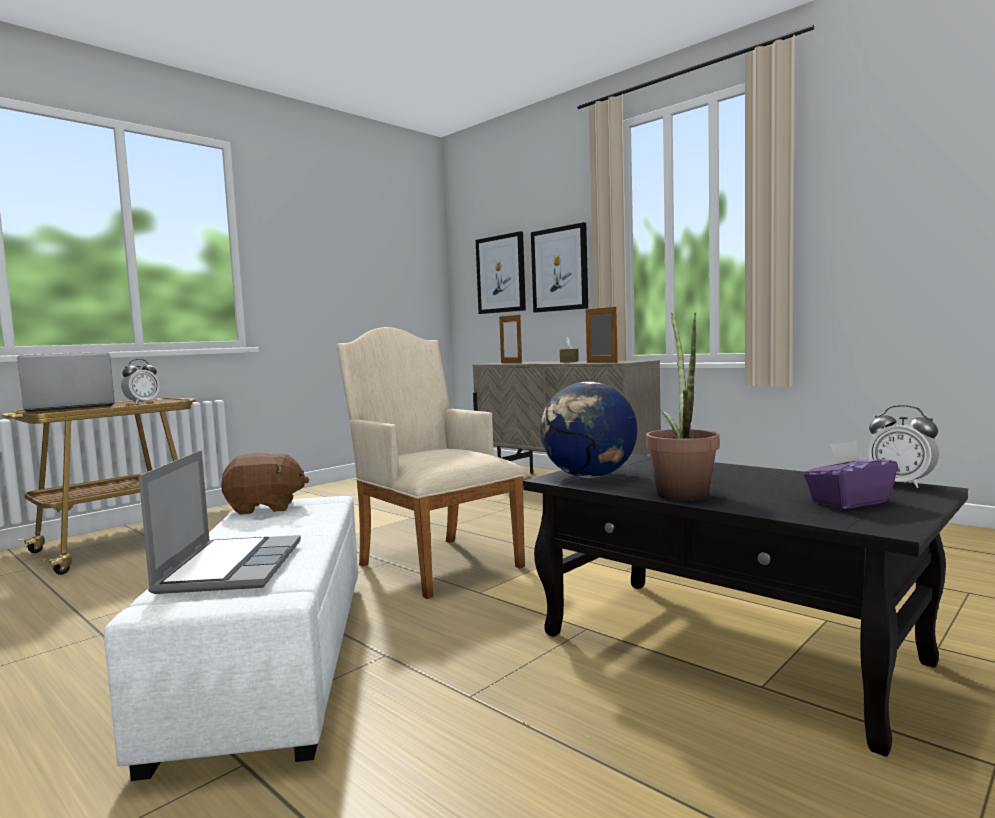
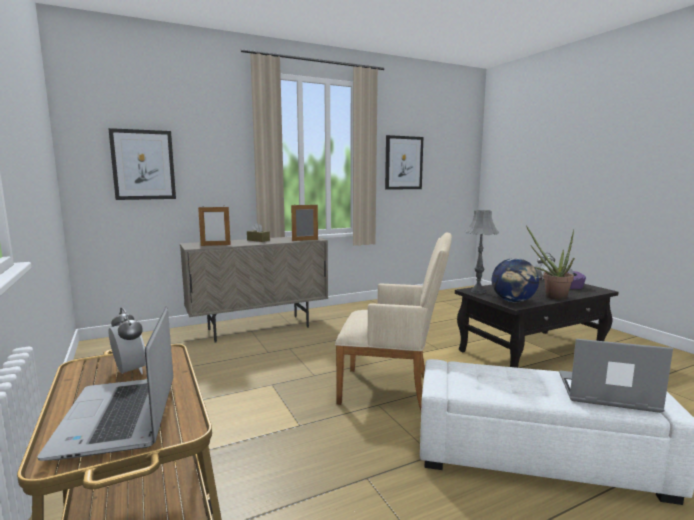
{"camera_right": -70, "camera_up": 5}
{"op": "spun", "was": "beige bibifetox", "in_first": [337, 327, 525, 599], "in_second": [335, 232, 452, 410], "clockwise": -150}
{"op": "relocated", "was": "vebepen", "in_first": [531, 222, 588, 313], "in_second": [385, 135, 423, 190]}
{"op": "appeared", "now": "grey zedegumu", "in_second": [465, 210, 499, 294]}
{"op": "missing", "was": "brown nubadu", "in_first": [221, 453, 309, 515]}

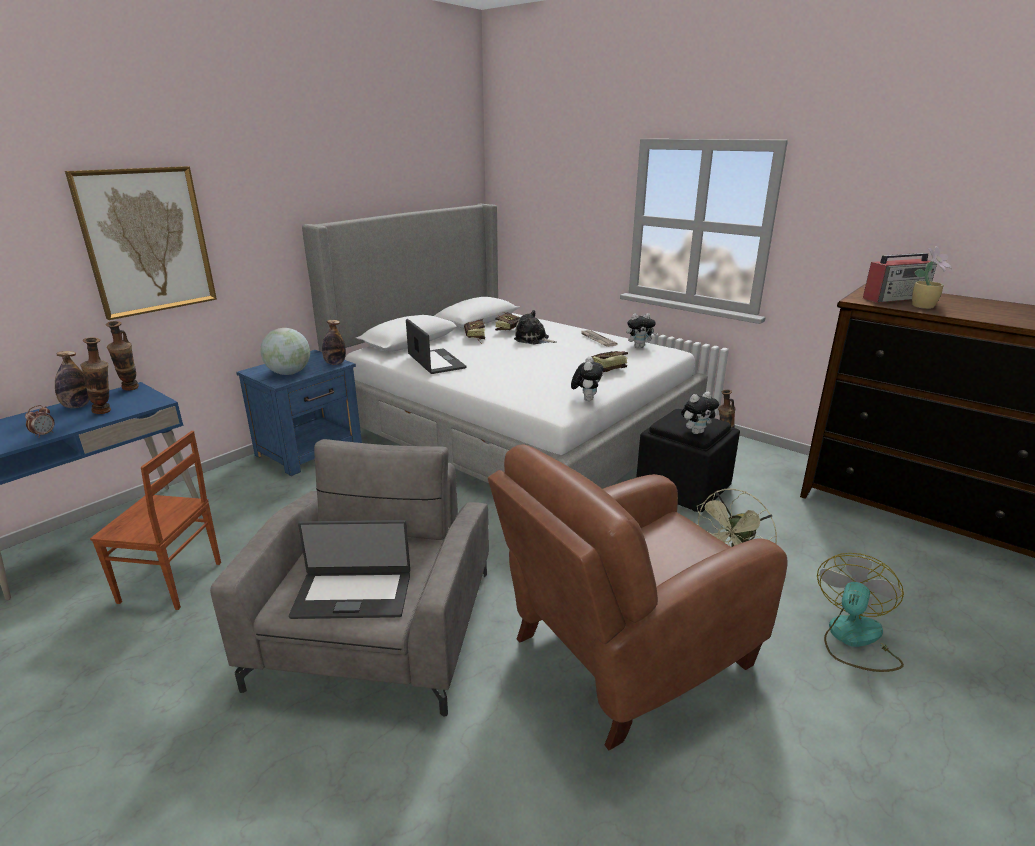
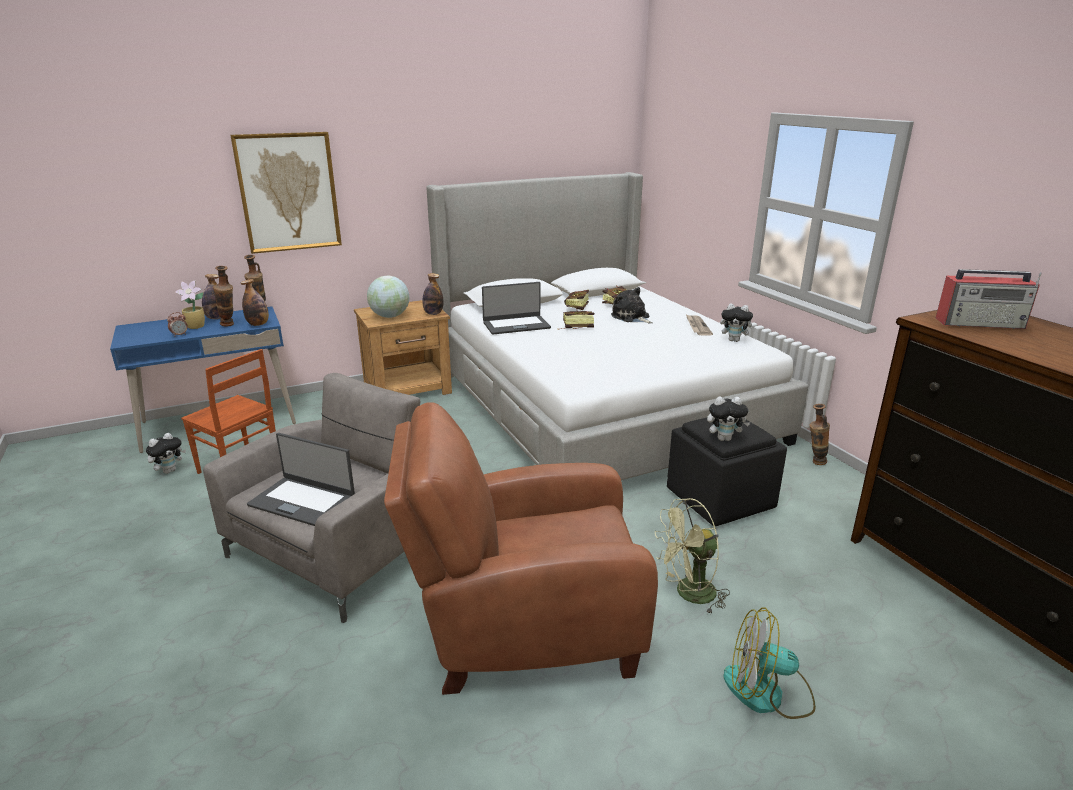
{"camera_right": 25, "camera_up": 0}
{"op": "relocated", "was": "nubadu", "in_first": [571, 357, 604, 401], "in_second": [146, 433, 186, 474]}
{"op": "relocated", "was": "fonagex", "in_first": [912, 246, 952, 309], "in_second": [175, 281, 205, 329]}
{"op": "appeared", "now": "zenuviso", "in_second": [241, 279, 269, 326]}
{"op": "colour", "was": "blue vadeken", "now": "brown vadeken", "in_first": [236, 350, 362, 476], "in_second": [354, 300, 452, 395]}
{"op": "spun", "was": "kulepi", "in_first": [406, 319, 467, 374], "in_second": [482, 282, 551, 334], "clockwise": 75}
{"op": "relocated", "was": "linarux", "in_first": [591, 351, 628, 372], "in_second": [557, 311, 594, 330]}
{"op": "spun", "was": "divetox", "in_first": [817, 553, 904, 672], "in_second": [723, 608, 816, 719], "clockwise": -135}

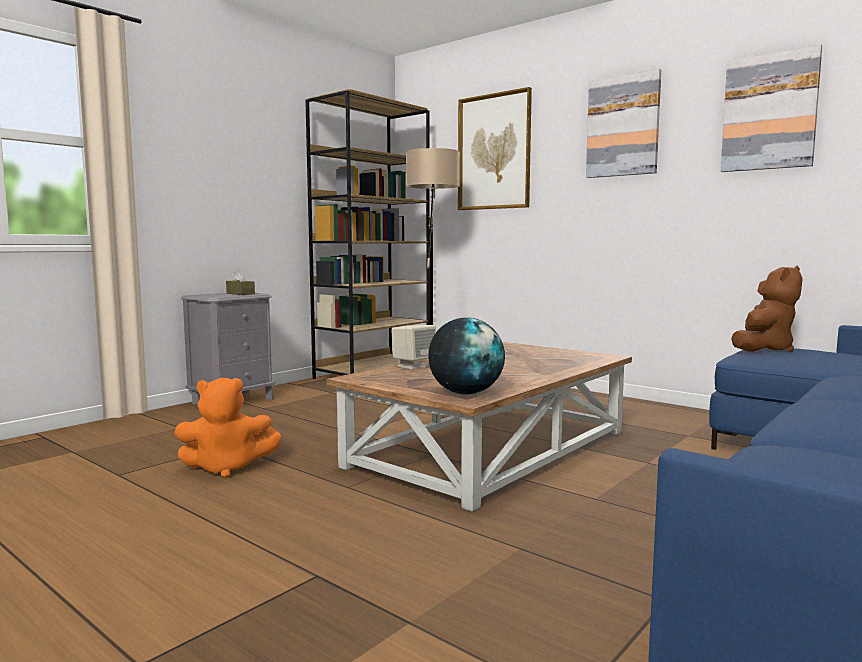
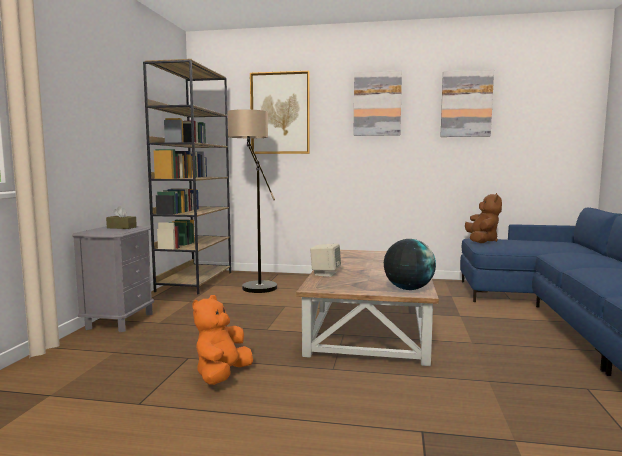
{"camera_right": -30, "camera_up": 0}
{"op": "spun", "was": "orange nubadu", "in_first": [174, 378, 281, 478], "in_second": [192, 295, 253, 385], "clockwise": 150}

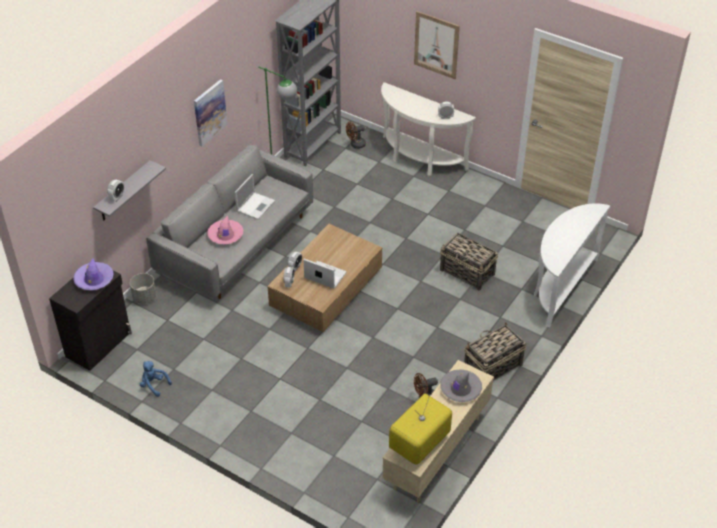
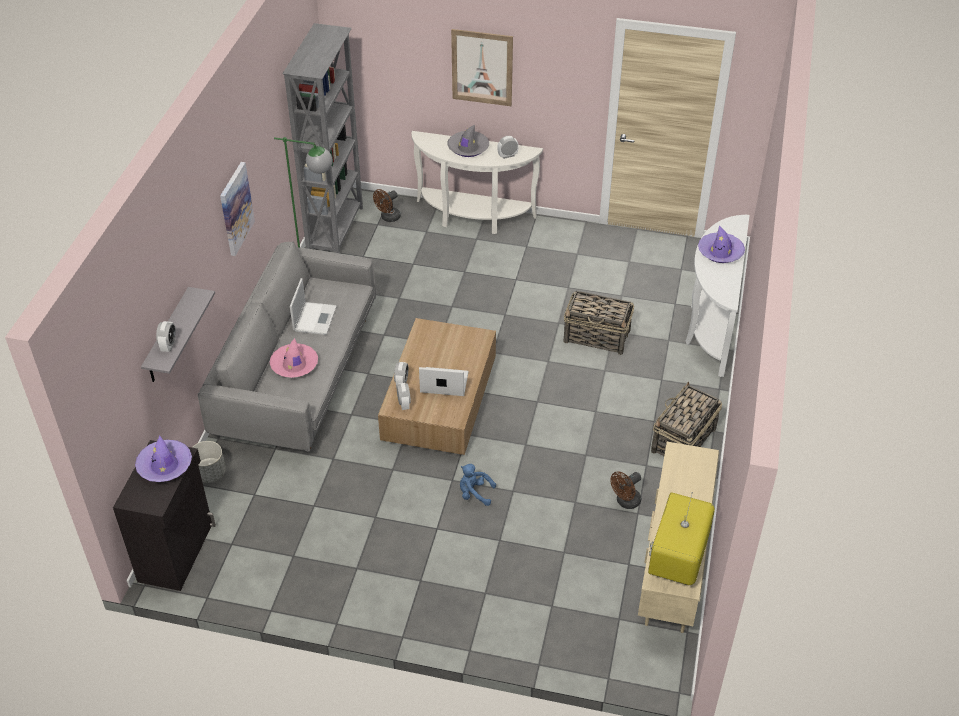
{"camera_right": -20, "camera_up": 0}
{"op": "relocated", "was": "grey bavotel", "in_first": [440, 369, 482, 402], "in_second": [447, 125, 489, 157]}
{"op": "relocated", "was": "blue nubadu", "in_first": [140, 361, 172, 397], "in_second": [460, 464, 496, 506]}
{"op": "appeared", "now": "purple bavotel", "in_second": [698, 226, 745, 263]}

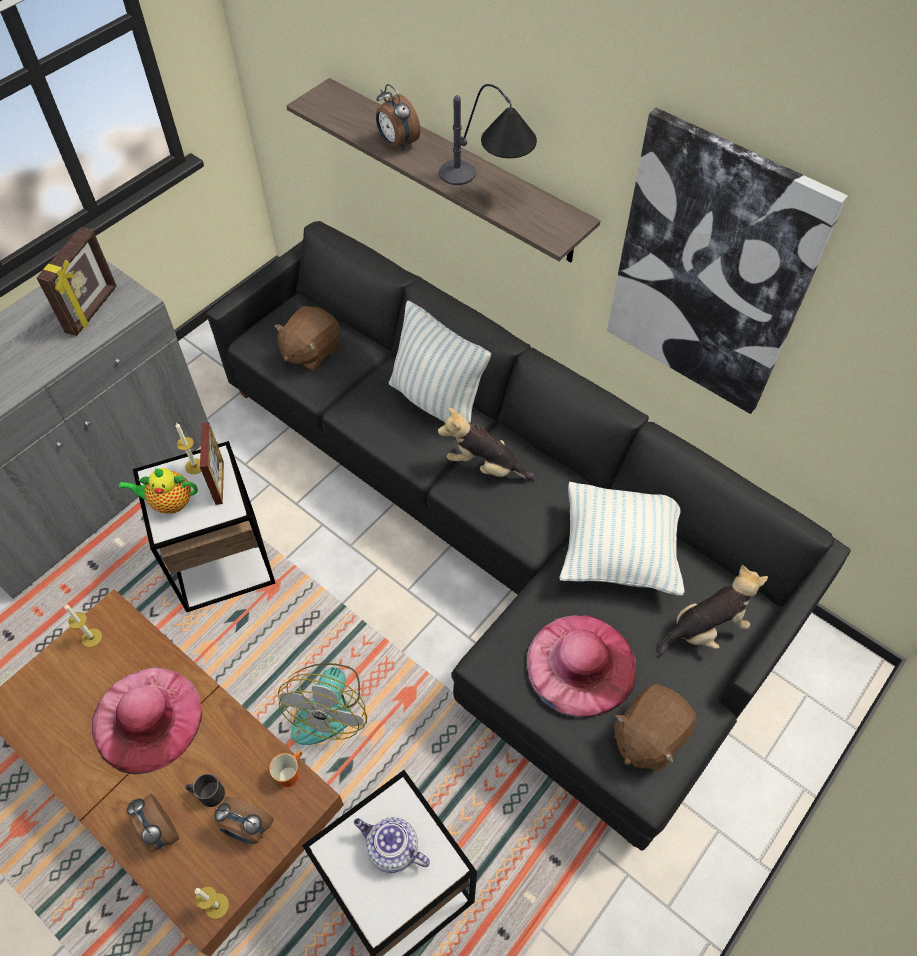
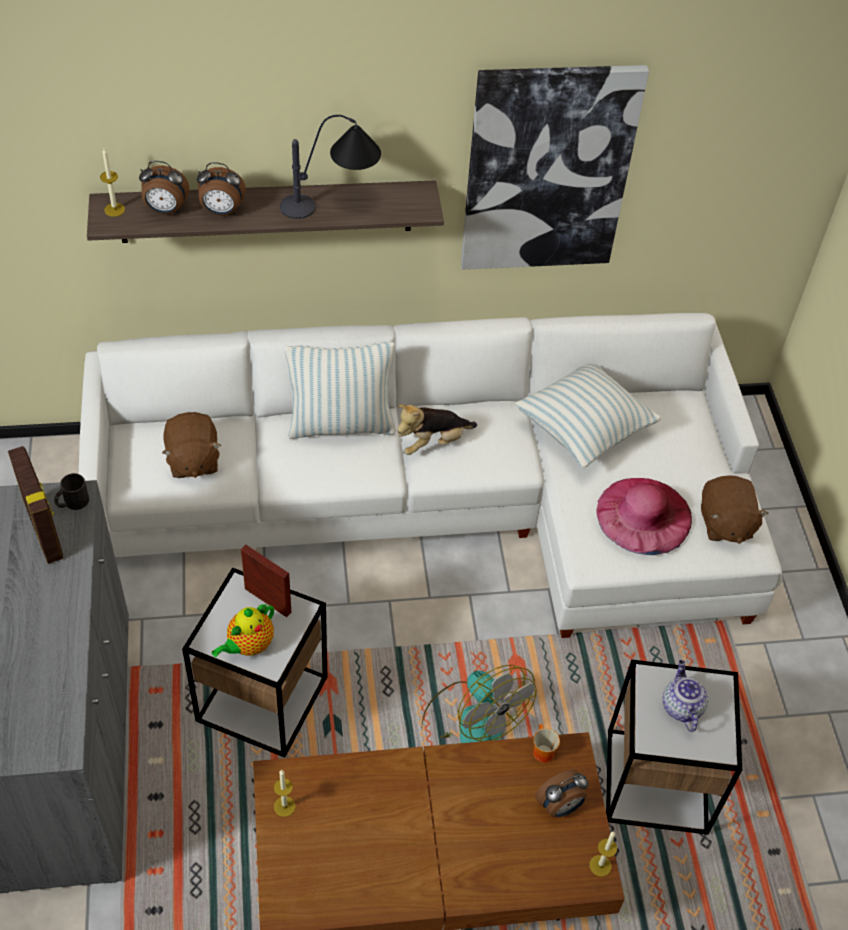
{"camera_right": -50, "camera_up": -5}
{"op": "relocated", "was": "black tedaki", "in_first": [185, 774, 225, 807], "in_second": [54, 473, 89, 510]}
{"op": "colour", "was": "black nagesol", "now": "white nagesol", "in_first": [207, 221, 851, 850], "in_second": [79, 313, 783, 638]}
{"op": "relocated", "was": "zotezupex", "in_first": [176, 423, 201, 474], "in_second": [100, 148, 125, 217]}
{"op": "relocated", "was": "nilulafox", "in_first": [127, 794, 179, 852], "in_second": [139, 161, 189, 214]}
{"op": "spun", "was": "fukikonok", "in_first": [354, 817, 430, 873], "in_second": [663, 660, 708, 732], "clockwise": 105}
{"op": "missing", "was": "pink bavotel", "in_first": [92, 668, 202, 774]}
{"op": "missing", "was": "nubadu", "in_first": [657, 565, 768, 657]}

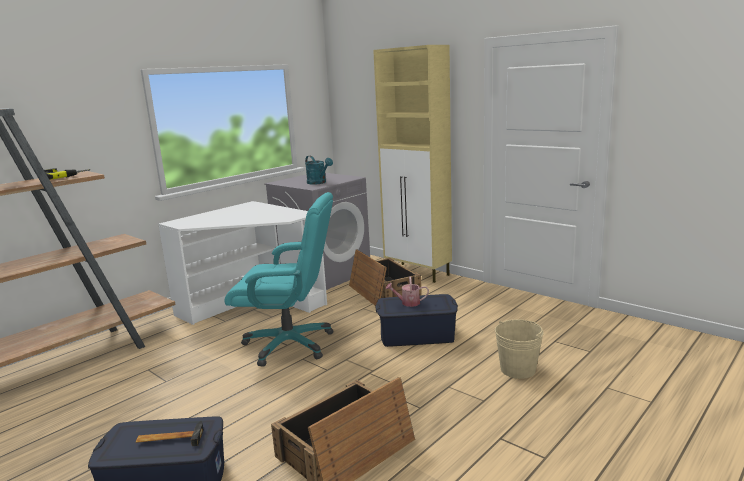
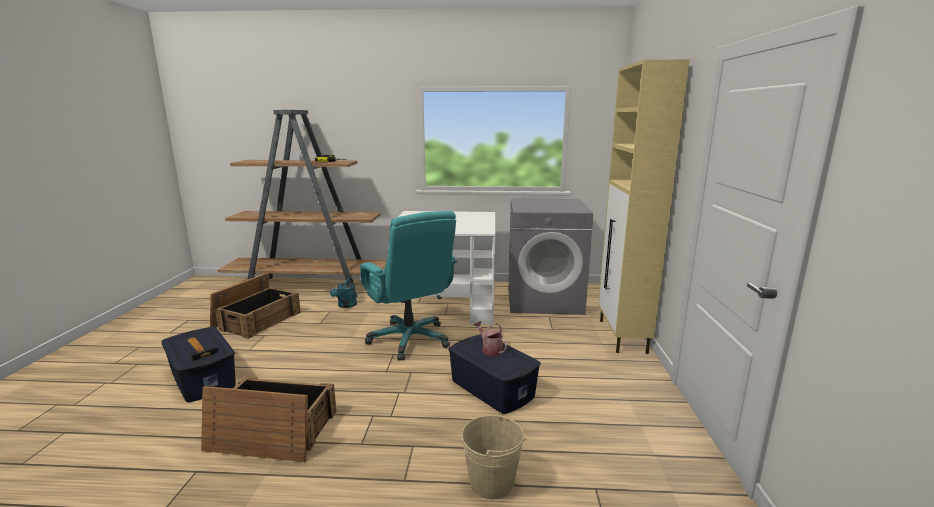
{"camera_right": 50, "camera_up": 0}
{"op": "relocated", "was": "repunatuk", "in_first": [349, 250, 422, 306], "in_second": [210, 272, 301, 339]}
{"op": "relocated", "was": "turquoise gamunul", "in_first": [305, 156, 333, 184], "in_second": [330, 277, 357, 308]}

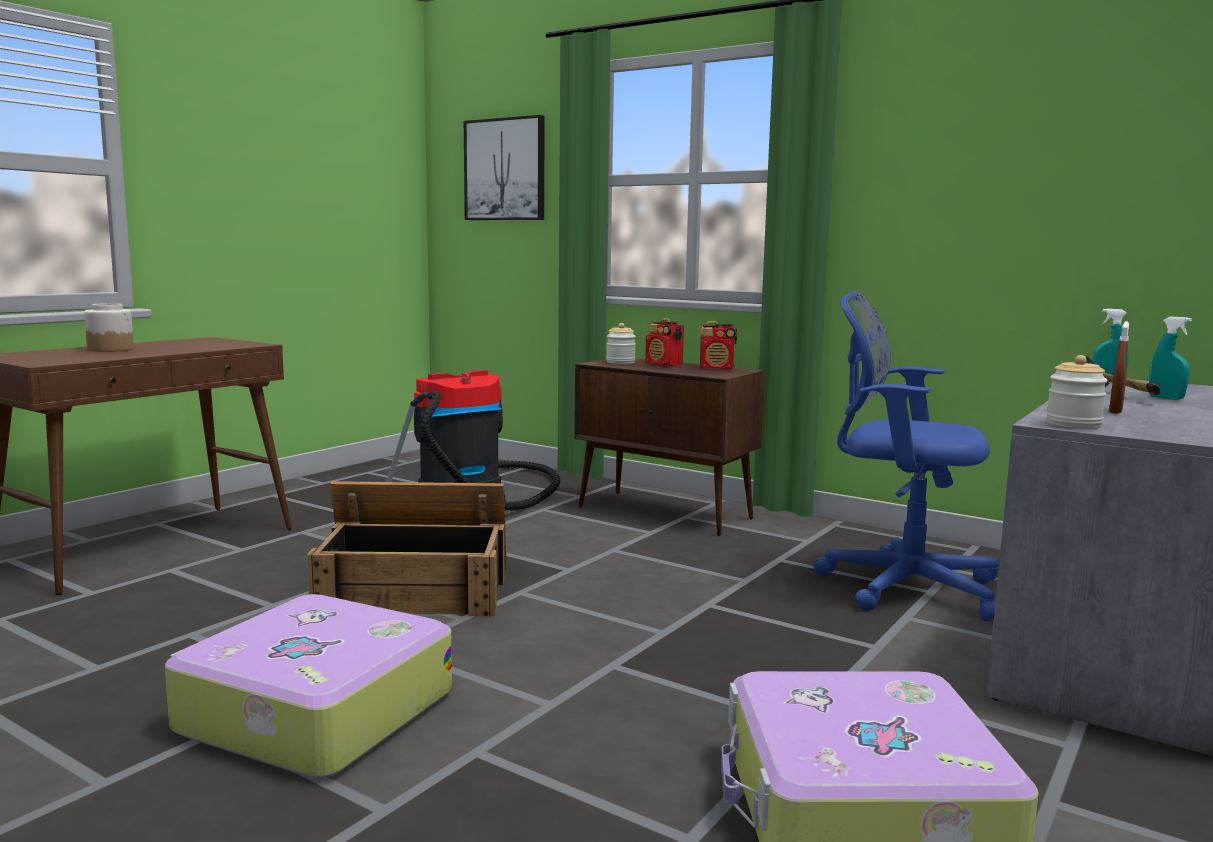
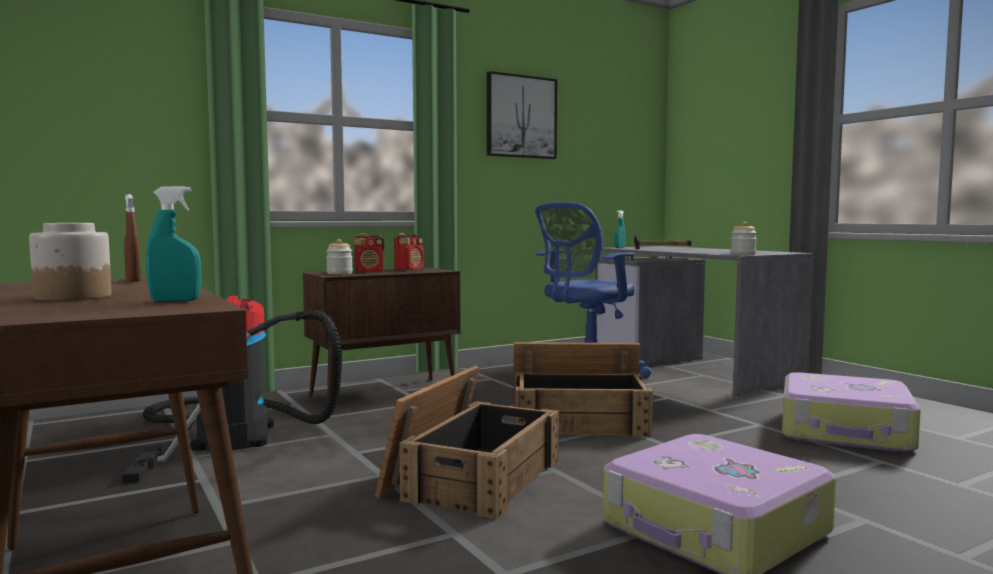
{"camera_right": -65, "camera_up": -5}
{"op": "relocated", "was": "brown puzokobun", "in_first": [1109, 321, 1129, 414], "in_second": [124, 194, 141, 282]}
{"op": "relocated", "was": "turquoise puzokobun", "in_first": [1149, 317, 1192, 400], "in_second": [146, 186, 201, 302]}
{"op": "relocated", "was": "vebepen", "in_first": [464, 115, 545, 220], "in_second": [487, 71, 557, 159]}
{"op": "appeared", "now": "repunatuk", "in_second": [514, 342, 653, 437]}

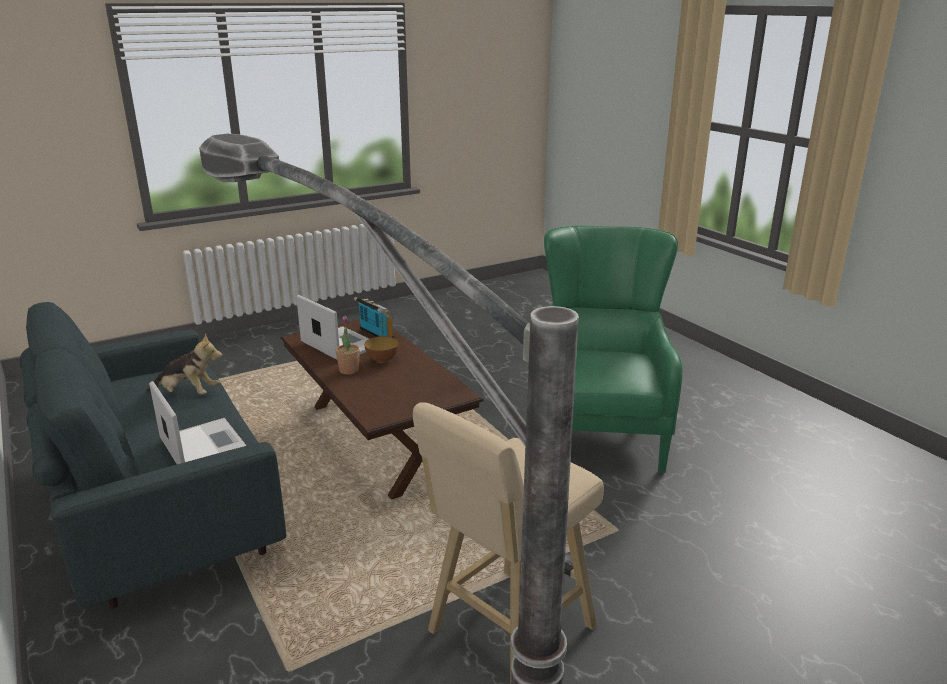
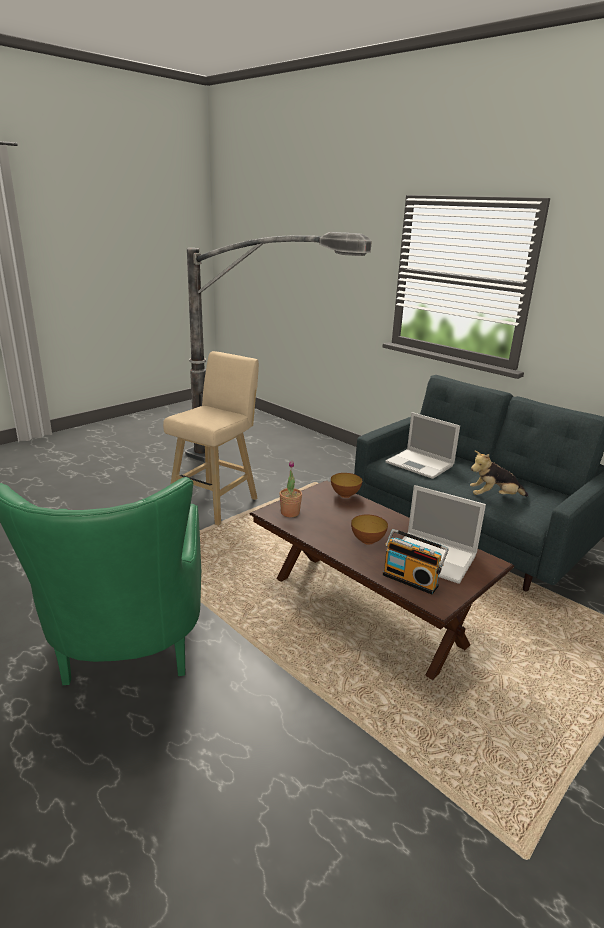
{"camera_right": 165, "camera_up": 0}
{"op": "relocated", "was": "fonagex", "in_first": [336, 315, 360, 374], "in_second": [279, 461, 302, 517]}
{"op": "appeared", "now": "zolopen", "in_second": [331, 473, 362, 498]}

